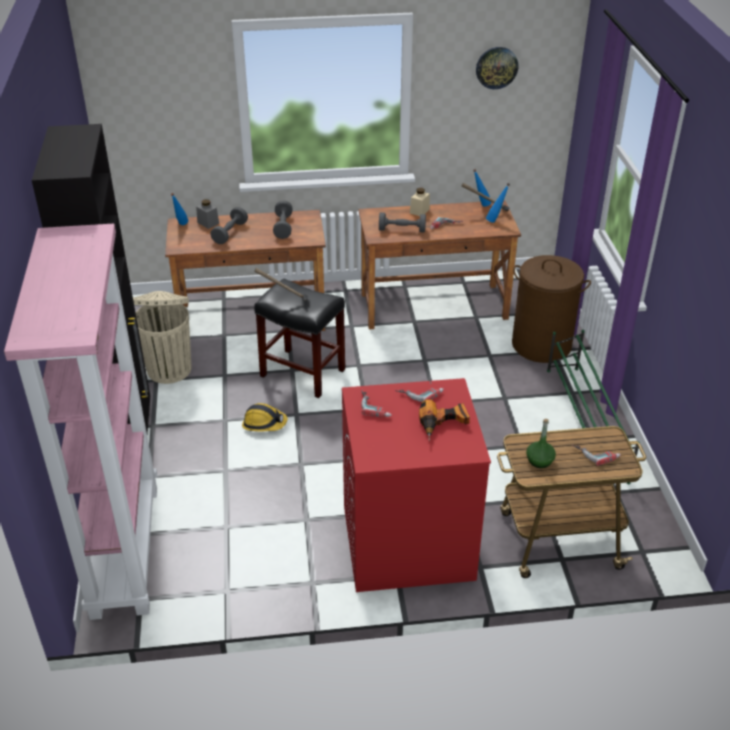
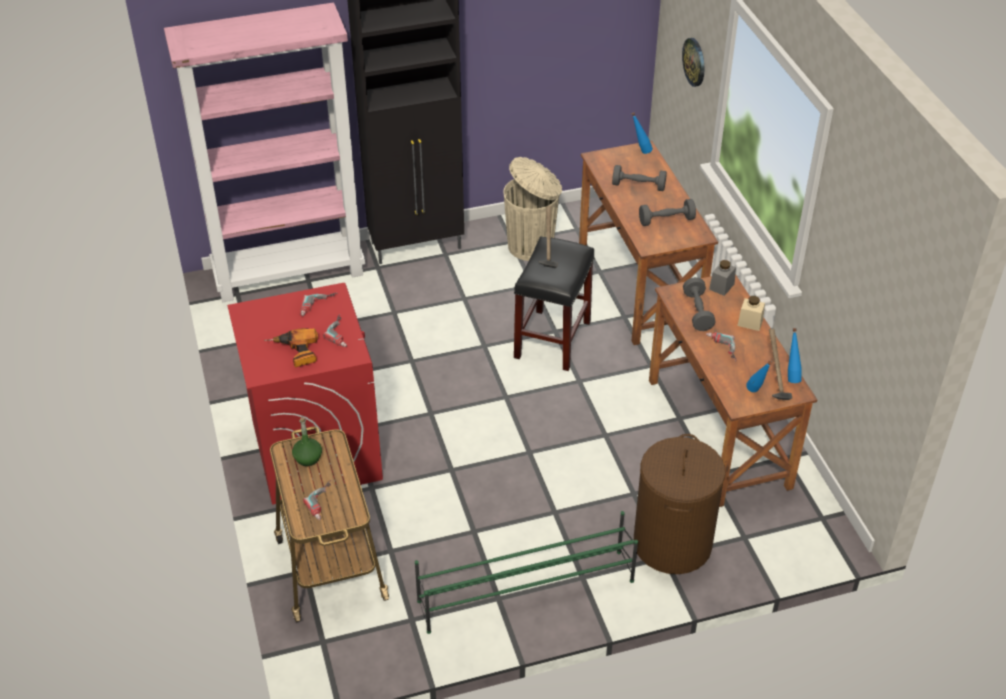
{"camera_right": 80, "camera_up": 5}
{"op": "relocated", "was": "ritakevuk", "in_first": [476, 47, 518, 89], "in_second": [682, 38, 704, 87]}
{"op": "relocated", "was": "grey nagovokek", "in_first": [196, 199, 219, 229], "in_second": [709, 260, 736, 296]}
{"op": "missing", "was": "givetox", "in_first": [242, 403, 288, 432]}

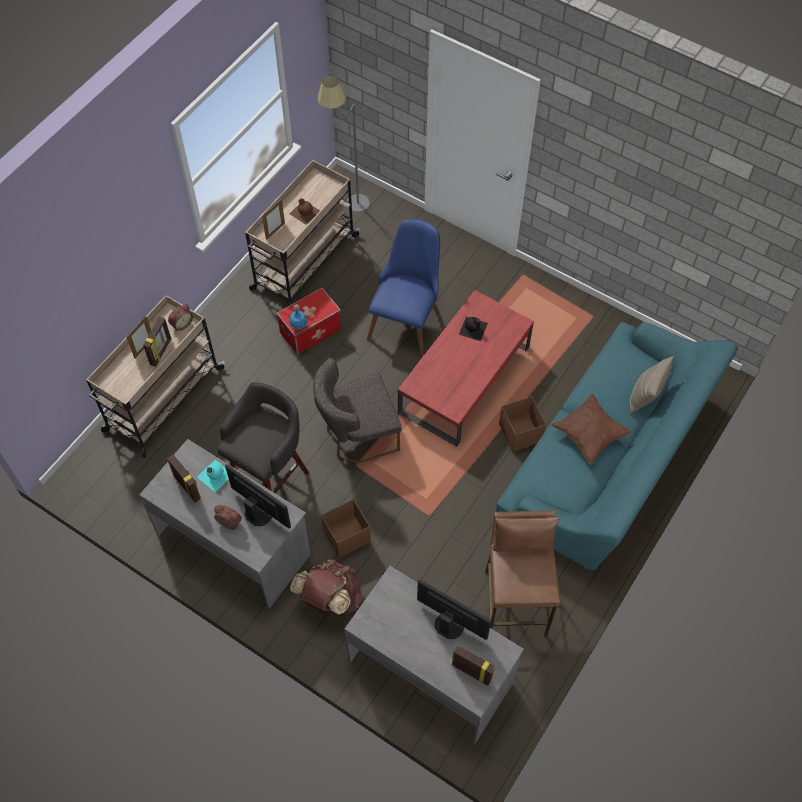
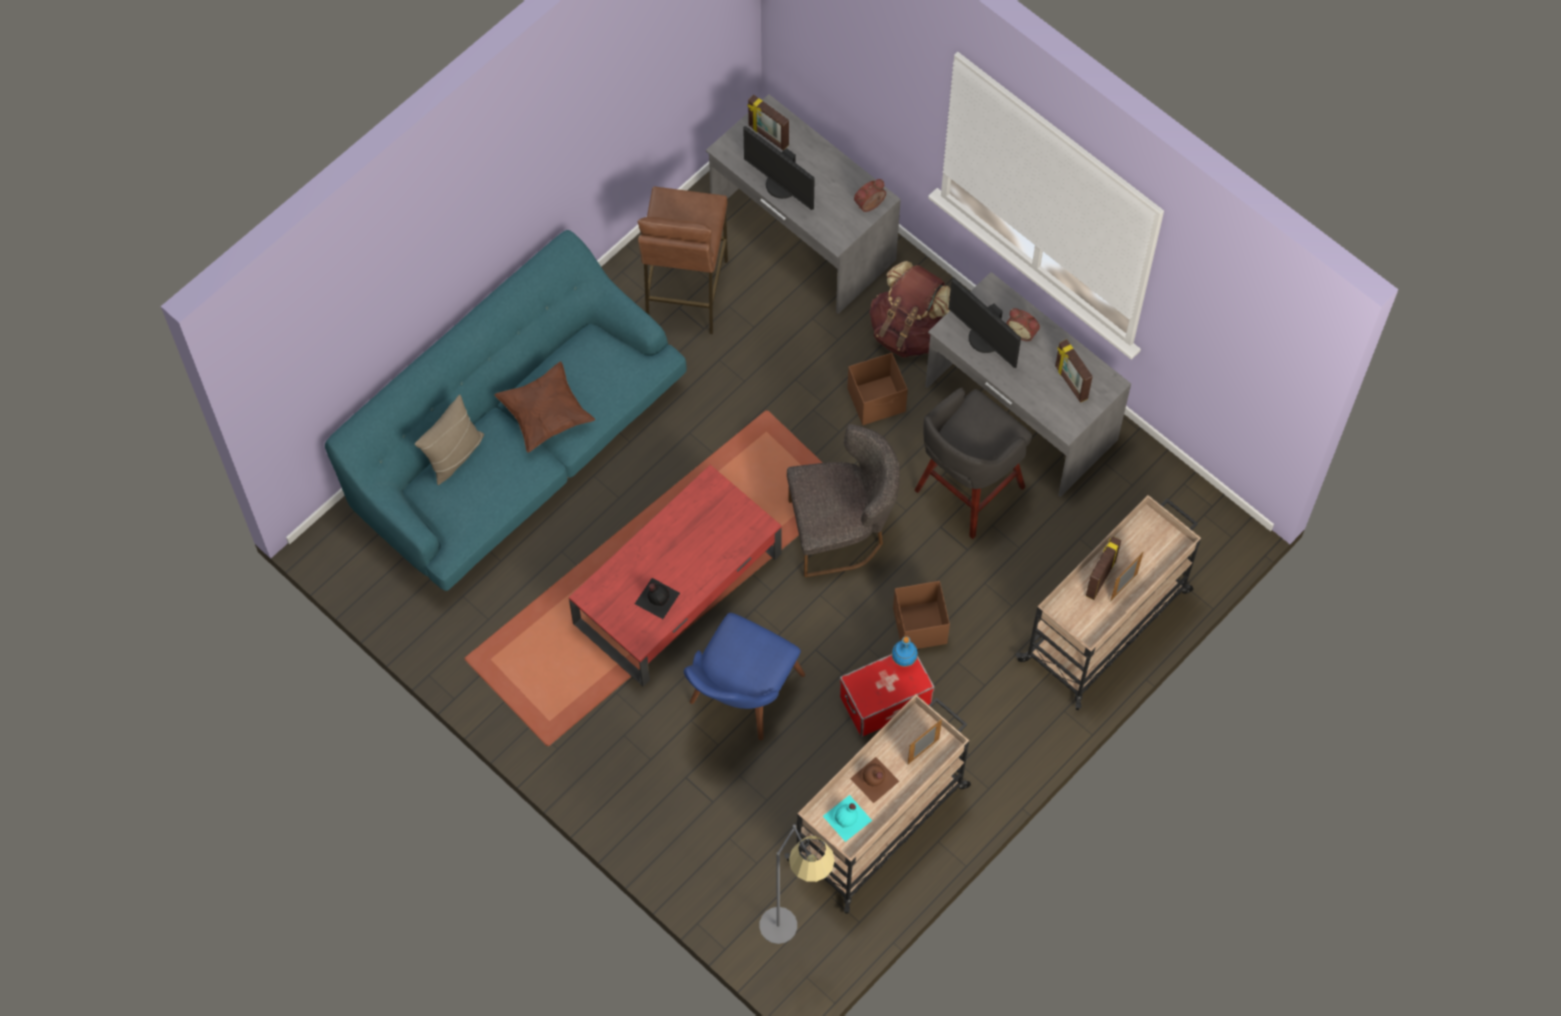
{"camera_right": -170, "camera_up": 5}
{"op": "relocated", "was": "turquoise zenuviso", "in_first": [197, 460, 229, 492], "in_second": [823, 795, 872, 842]}
{"op": "relocated", "was": "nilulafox", "in_first": [168, 304, 193, 331], "in_second": [854, 179, 886, 212]}
{"op": "relocated", "was": "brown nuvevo", "in_first": [499, 396, 546, 452], "in_second": [893, 581, 950, 649]}

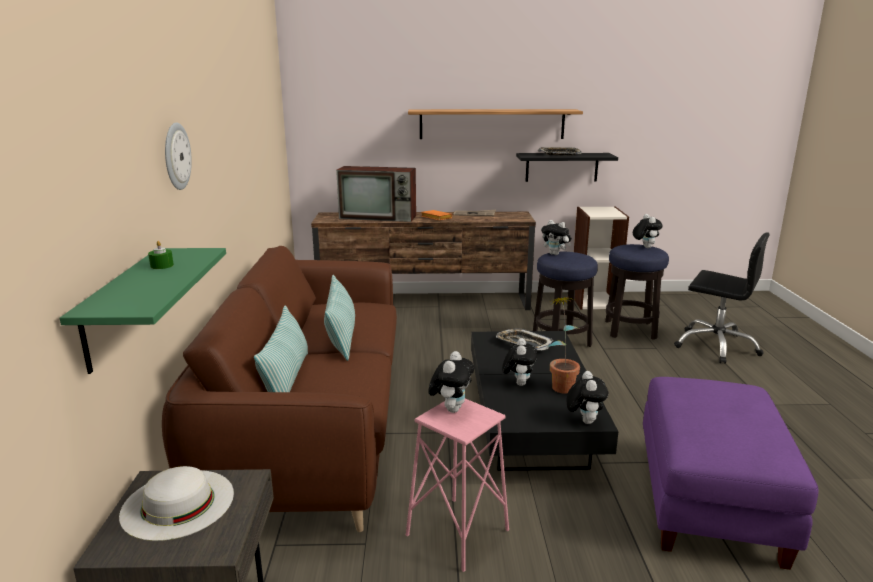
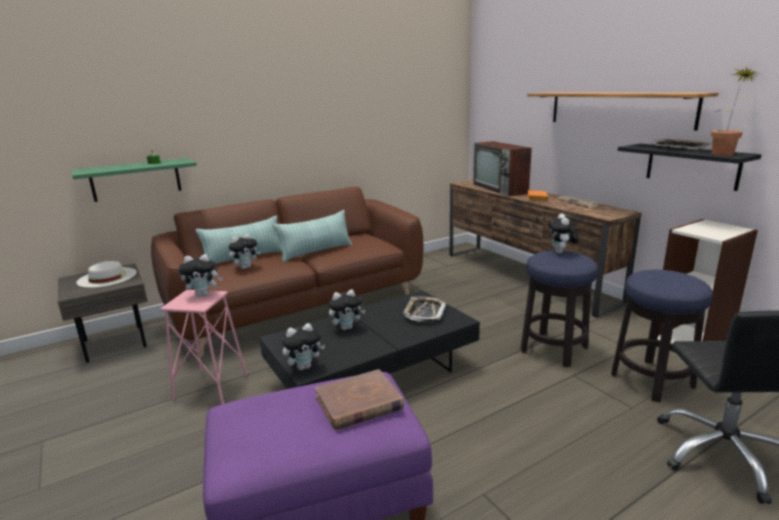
{"camera_right": 60, "camera_up": 0}
{"op": "relocated", "was": "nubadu", "in_first": [633, 214, 663, 248], "in_second": [229, 234, 260, 269]}
{"op": "appeared", "now": "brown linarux", "in_second": [315, 369, 404, 430]}
{"op": "relocated", "was": "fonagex", "in_first": [548, 297, 580, 394], "in_second": [711, 67, 760, 156]}
{"op": "missing", "was": "ritakevuk", "in_first": [165, 123, 192, 190]}

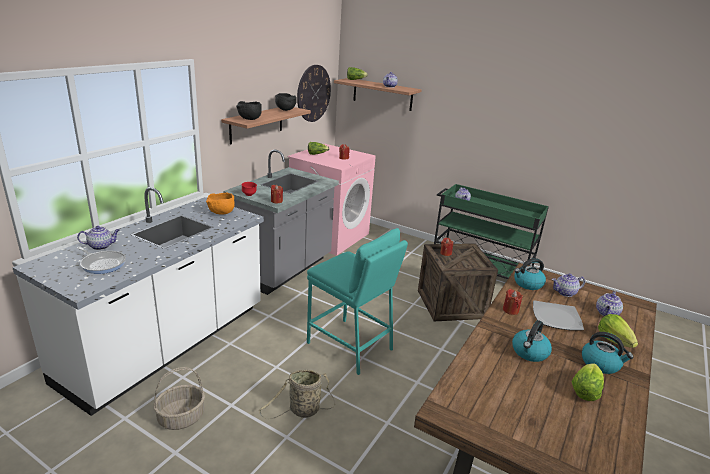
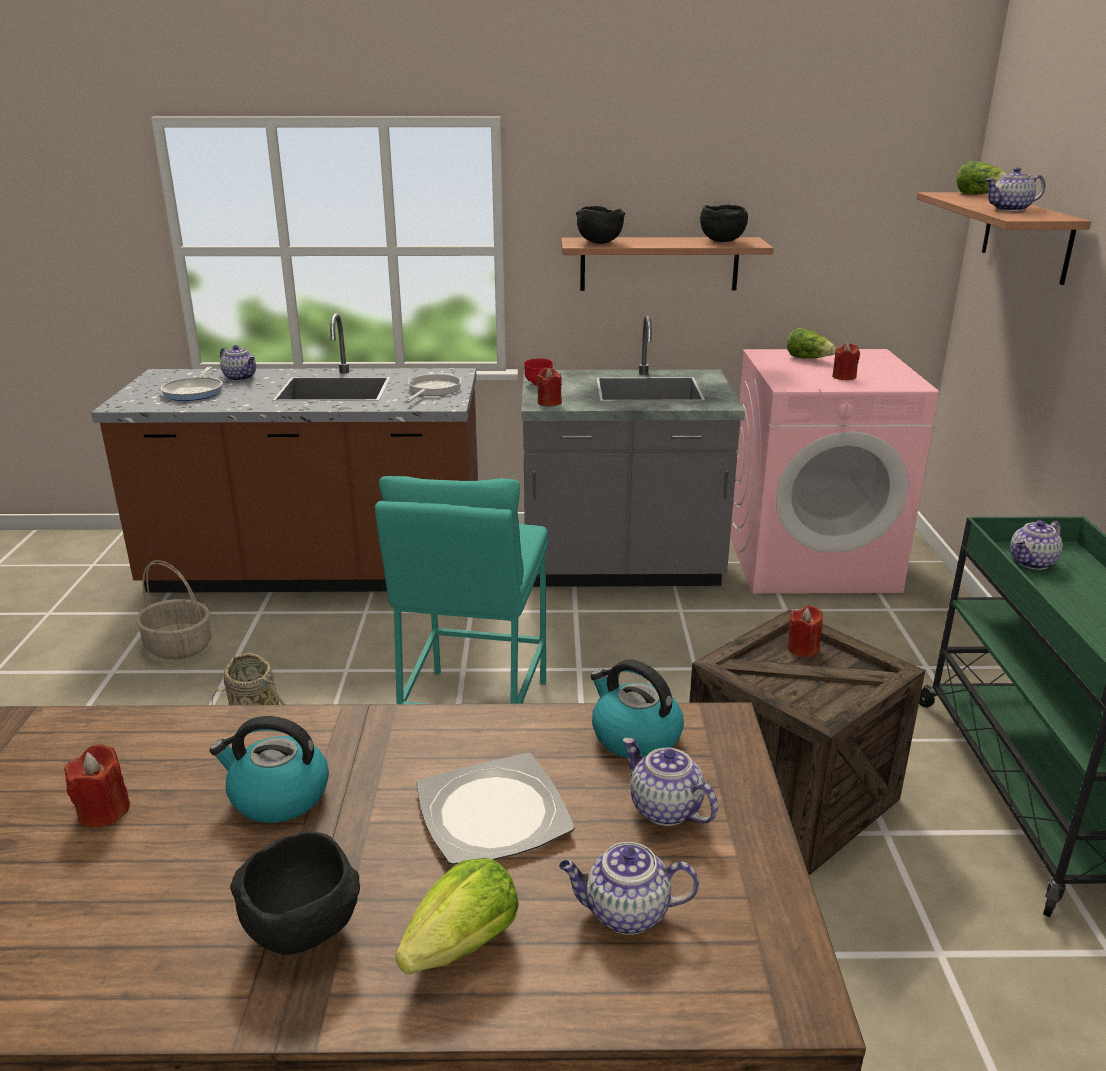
{"camera_right": 60, "camera_up": 0}
{"op": "relocated", "was": "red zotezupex", "in_first": [503, 289, 523, 315], "in_second": [64, 744, 130, 828]}
{"op": "colour", "was": "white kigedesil", "now": "brown kigedesil", "in_first": [12, 187, 264, 416], "in_second": [91, 313, 478, 593]}
{"op": "exchanged", "was": "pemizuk", "now": "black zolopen", "in_first": [582, 332, 634, 374], "in_second": [230, 831, 360, 955]}
{"op": "exchanged", "was": "orange zolopen", "now": "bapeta", "in_first": [206, 192, 235, 215], "in_second": [405, 373, 461, 403]}
{"op": "missing", "was": "ritakevuk", "in_first": [297, 65, 331, 122]}
{"op": "missing", "was": "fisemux", "in_first": [571, 363, 604, 401]}

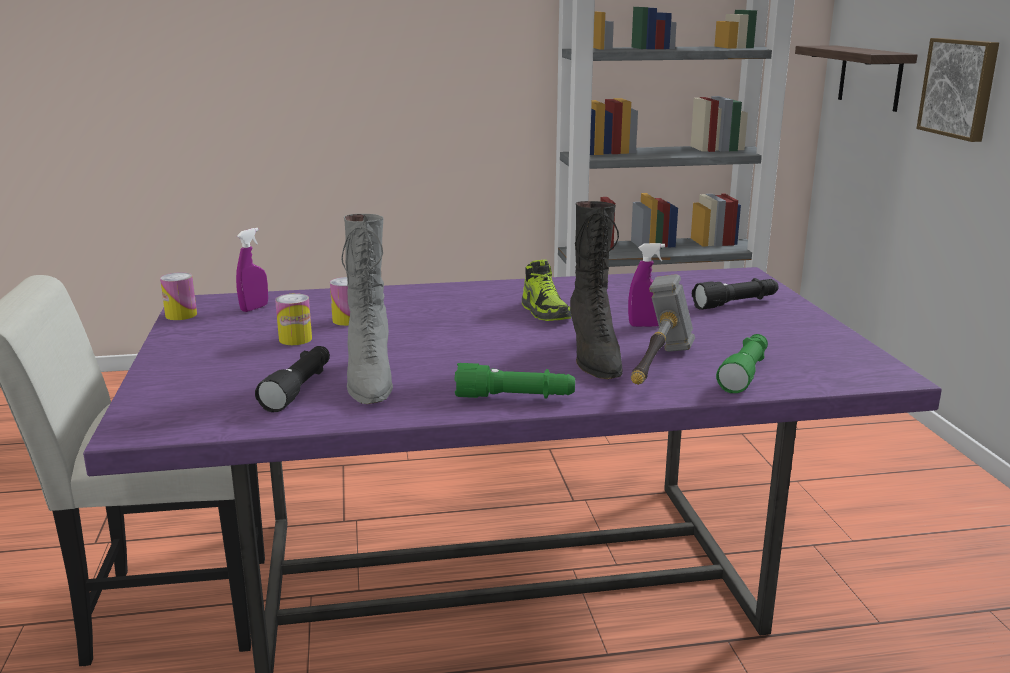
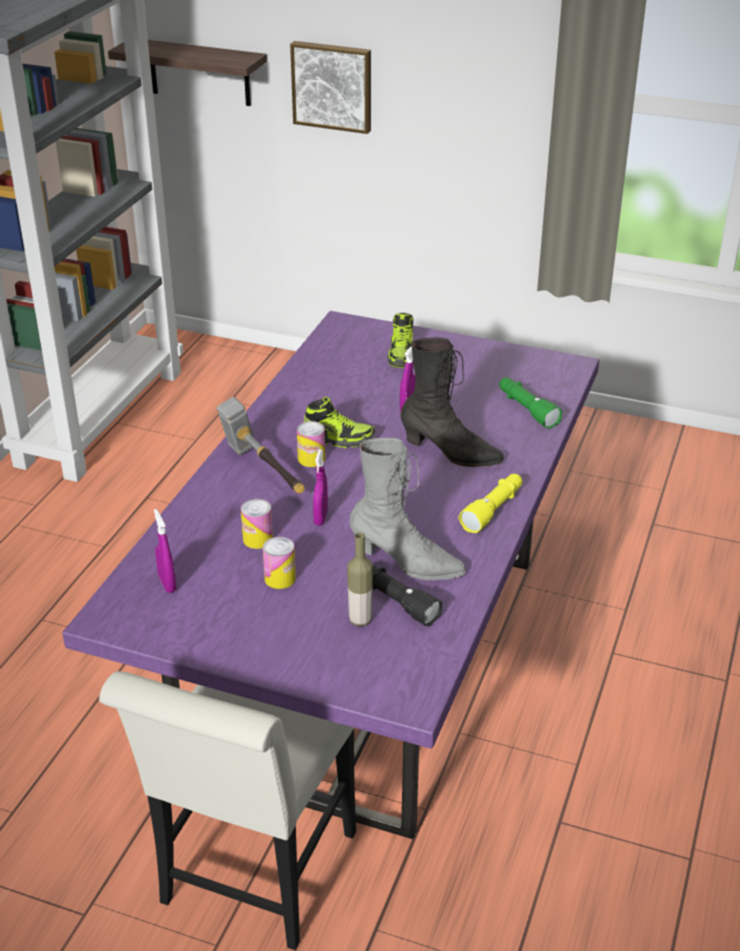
{"camera_right": -60, "camera_up": 15}
{"op": "relocated", "was": "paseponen", "in_first": [631, 274, 695, 385], "in_second": [217, 397, 305, 493]}
{"op": "relocated", "was": "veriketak", "in_first": [160, 272, 197, 320], "in_second": [297, 421, 325, 467]}
{"op": "appeared", "now": "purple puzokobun", "in_second": [313, 449, 328, 526]}
{"op": "appeared", "now": "zenuviso", "in_second": [347, 533, 373, 626]}
{"op": "exchanged", "was": "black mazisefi", "now": "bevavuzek", "in_first": [692, 278, 779, 310], "in_second": [388, 313, 413, 368]}
{"op": "colour", "was": "green mazisefi", "now": "yellow mazisefi", "in_first": [455, 363, 575, 398], "in_second": [459, 474, 522, 533]}

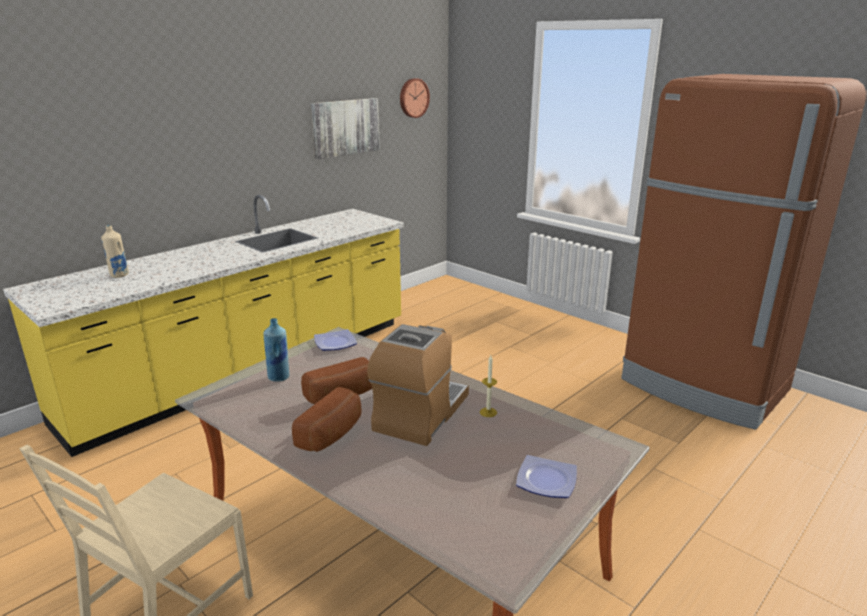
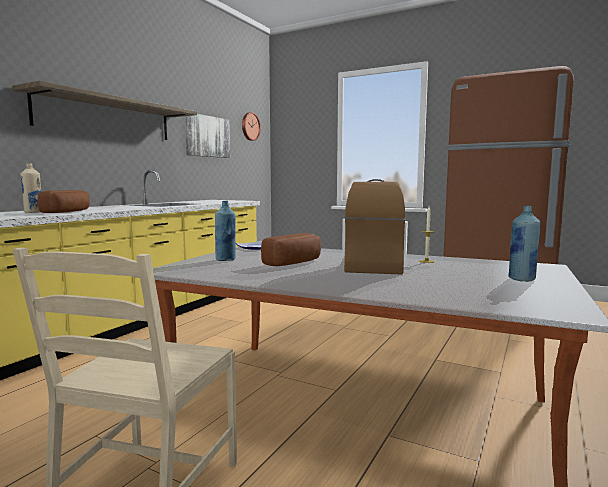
{"camera_right": -15, "camera_up": -15}
{"op": "appeared", "now": "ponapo", "in_second": [12, 81, 197, 140]}
{"op": "relocated", "was": "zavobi", "in_first": [292, 387, 362, 452], "in_second": [37, 190, 90, 213]}
{"op": "exchanged", "was": "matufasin", "now": "blue zenuviso", "in_first": [516, 455, 577, 498], "in_second": [508, 206, 541, 282]}

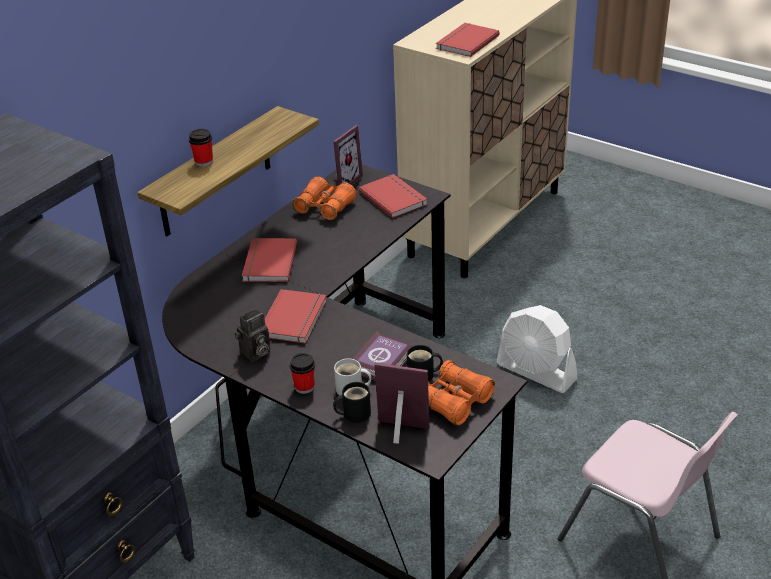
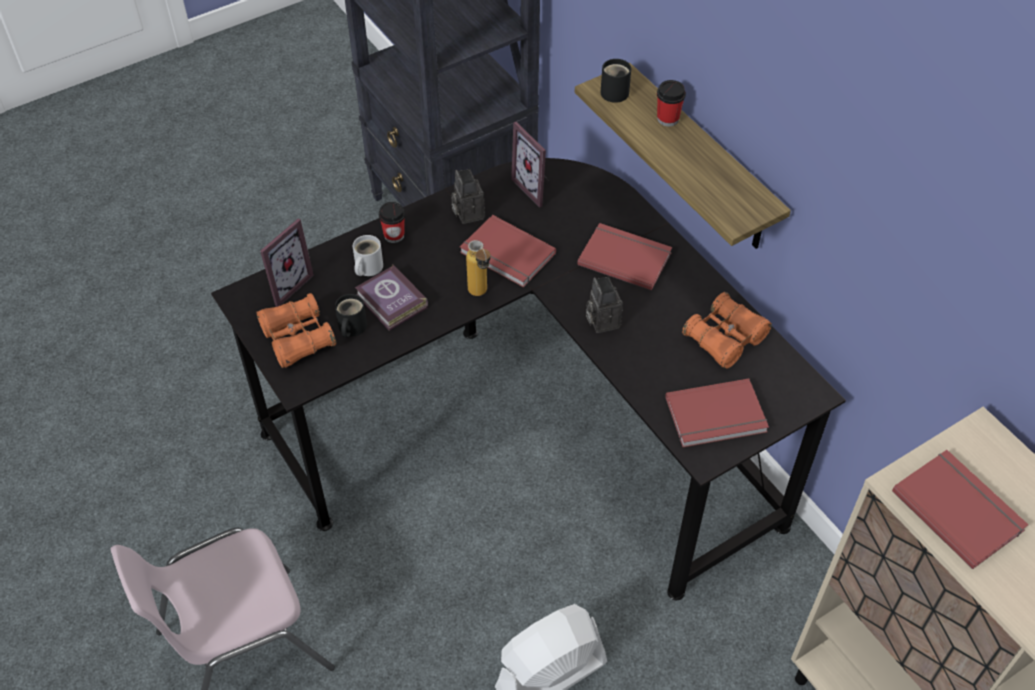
{"camera_right": 110, "camera_up": 15}
{"op": "appeared", "now": "zenuviso", "in_second": [466, 240, 491, 296]}
{"op": "relocated", "was": "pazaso", "in_first": [333, 125, 363, 186], "in_second": [511, 122, 550, 208]}
{"op": "appeared", "now": "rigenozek", "in_second": [586, 276, 623, 333]}
{"op": "relocated", "was": "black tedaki", "in_first": [333, 382, 371, 423], "in_second": [601, 59, 631, 103]}

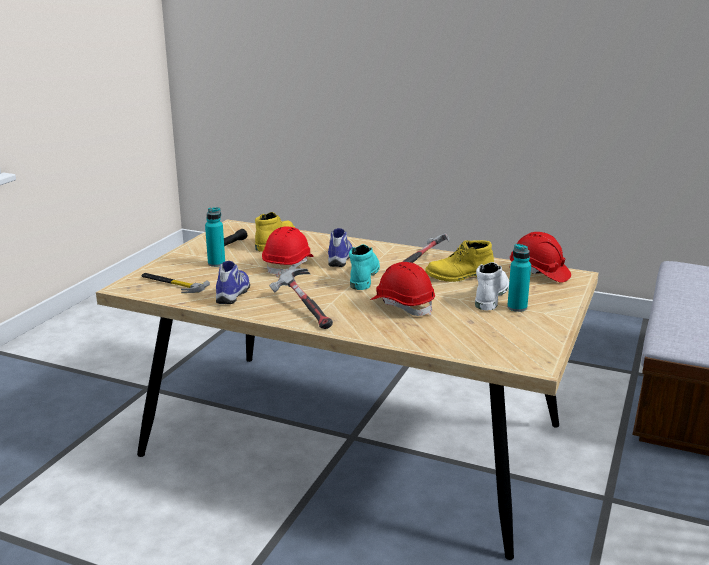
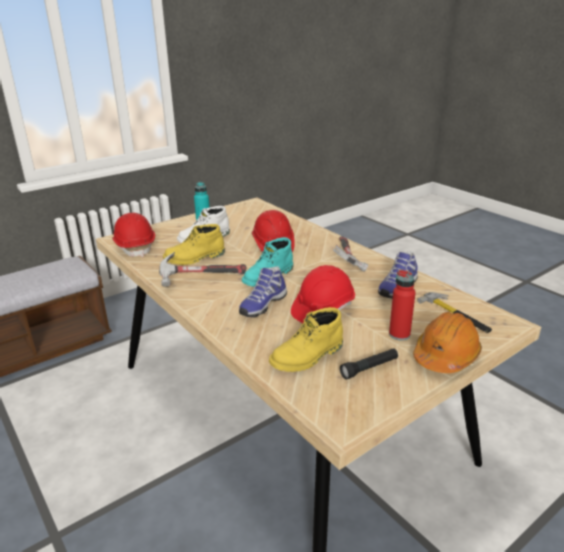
{"camera_right": -150, "camera_up": 5}
{"op": "spun", "was": "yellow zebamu", "in_first": [425, 240, 494, 282], "in_second": [163, 224, 225, 265], "clockwise": 135}
{"op": "colour", "was": "turquoise zenuviso", "now": "red zenuviso", "in_first": [205, 207, 225, 267], "in_second": [389, 270, 416, 341]}
{"op": "appeared", "now": "orange givetox", "in_second": [413, 312, 482, 373]}

